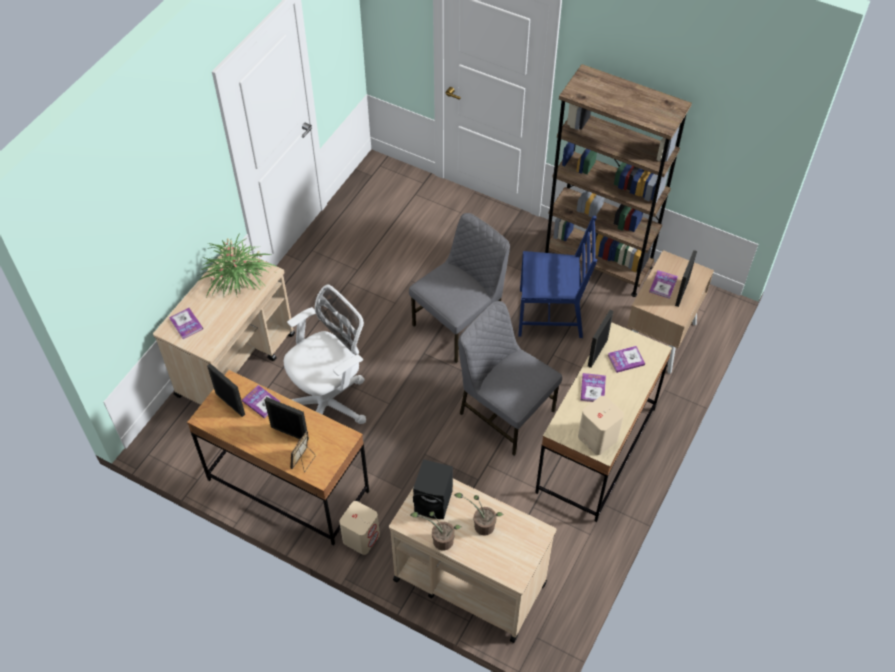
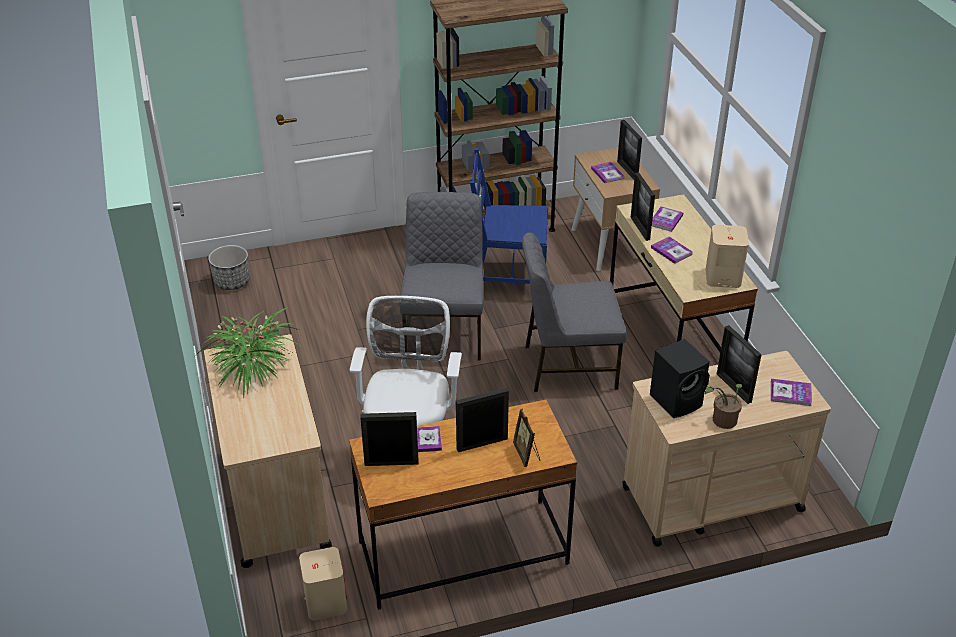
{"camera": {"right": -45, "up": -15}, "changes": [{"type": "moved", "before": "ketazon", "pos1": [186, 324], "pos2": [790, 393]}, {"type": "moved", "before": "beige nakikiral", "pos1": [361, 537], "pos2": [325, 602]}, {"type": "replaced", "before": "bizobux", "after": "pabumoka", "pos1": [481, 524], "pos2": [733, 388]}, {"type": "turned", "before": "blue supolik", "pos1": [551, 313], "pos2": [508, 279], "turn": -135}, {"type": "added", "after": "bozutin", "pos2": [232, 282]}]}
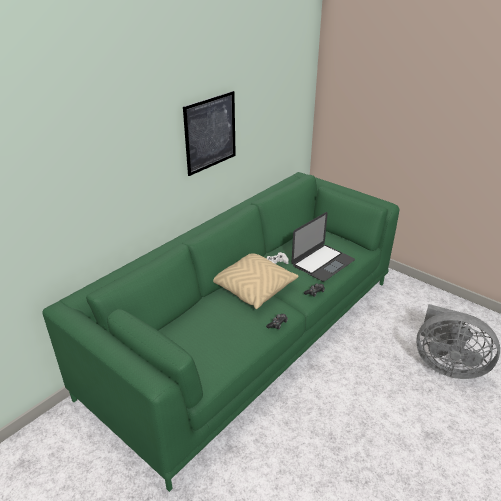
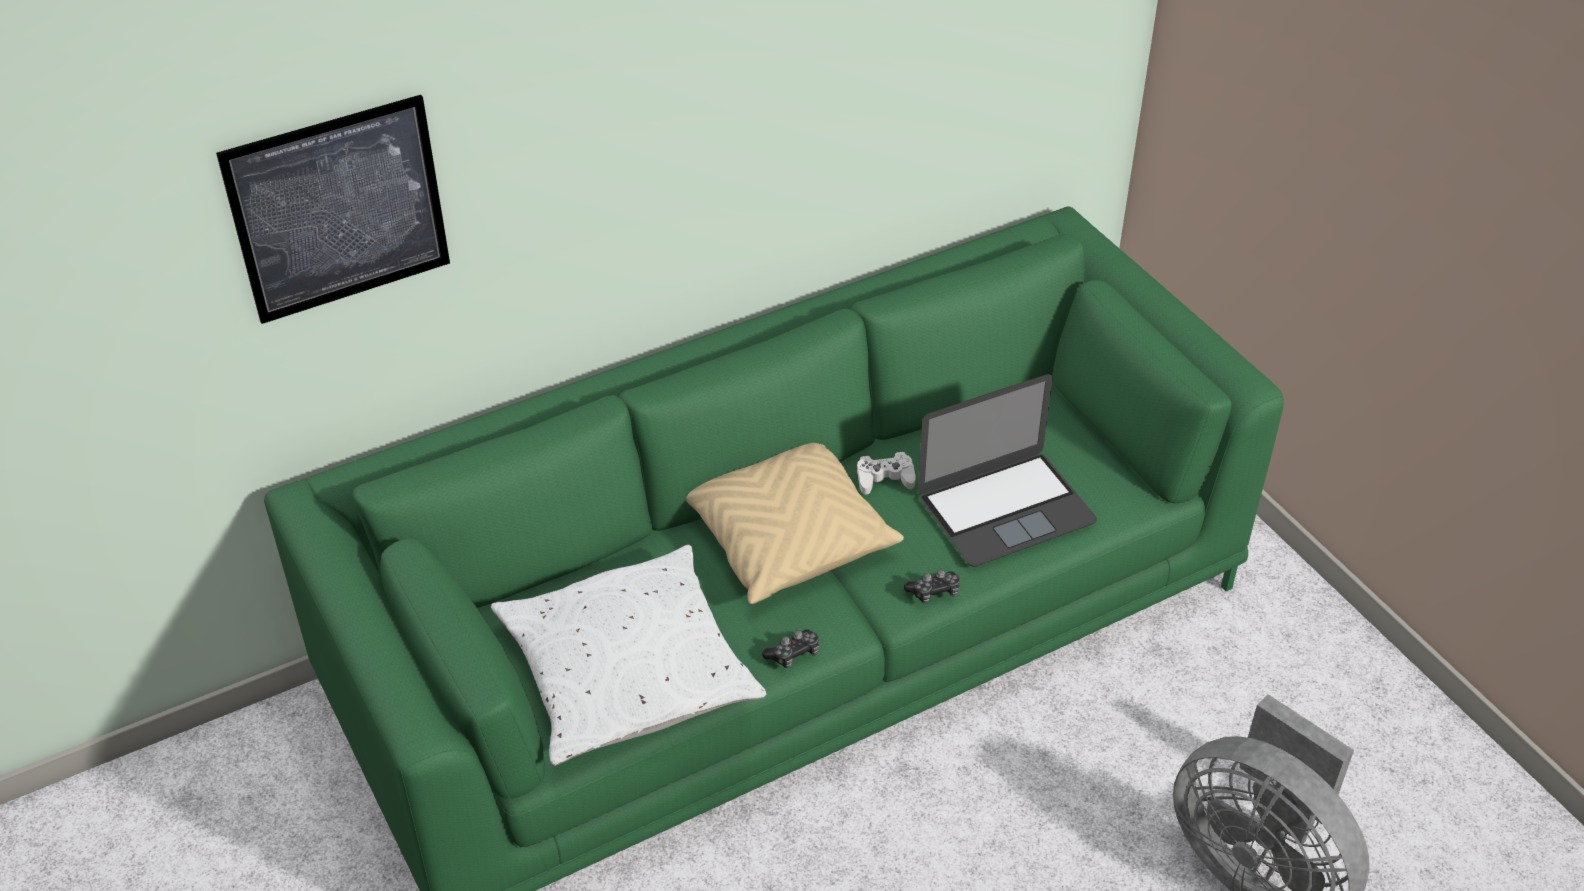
{"camera": {"right": 20, "up": 10}, "changes": [{"type": "moved", "before": "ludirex", "pos1": [210, 133], "pos2": [338, 209]}, {"type": "added", "after": "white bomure", "pos2": [627, 671]}]}
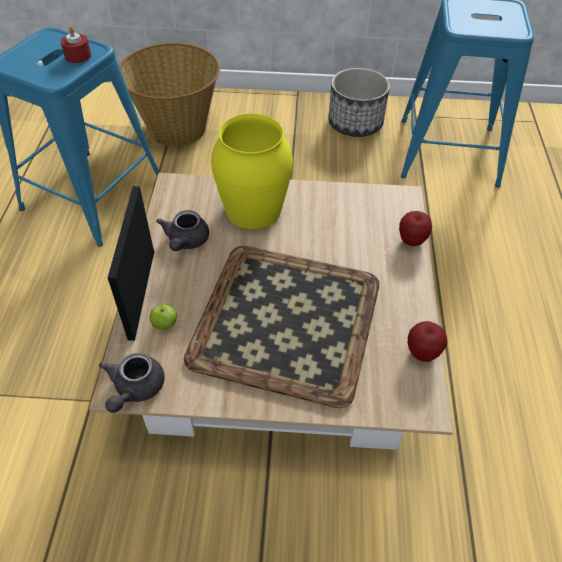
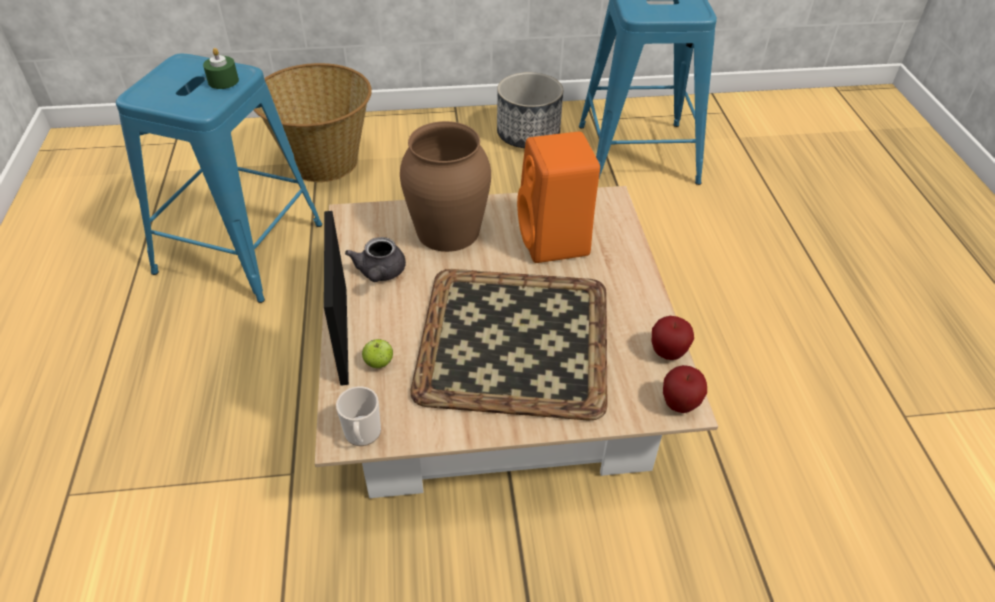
{"camera": {"right": -10, "up": -5}, "changes": [{"type": "recoloured", "before": "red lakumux", "after": "green lakumux", "pos1": [78, 56], "pos2": [223, 81]}, {"type": "replaced", "before": "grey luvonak", "after": "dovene", "pos1": [135, 389], "pos2": [362, 435]}, {"type": "recoloured", "before": "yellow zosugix", "after": "brown zosugix", "pos1": [254, 209], "pos2": [448, 230]}, {"type": "moved", "before": "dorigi", "pos1": [411, 241], "pos2": [679, 404]}, {"type": "added", "after": "orange nakikiral", "pos2": [555, 242]}]}
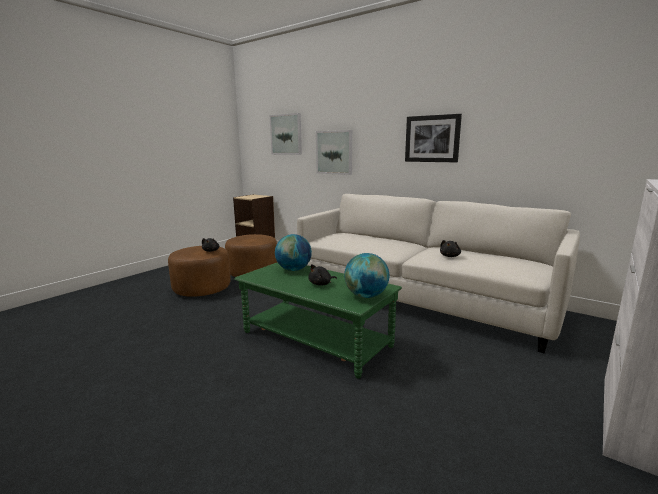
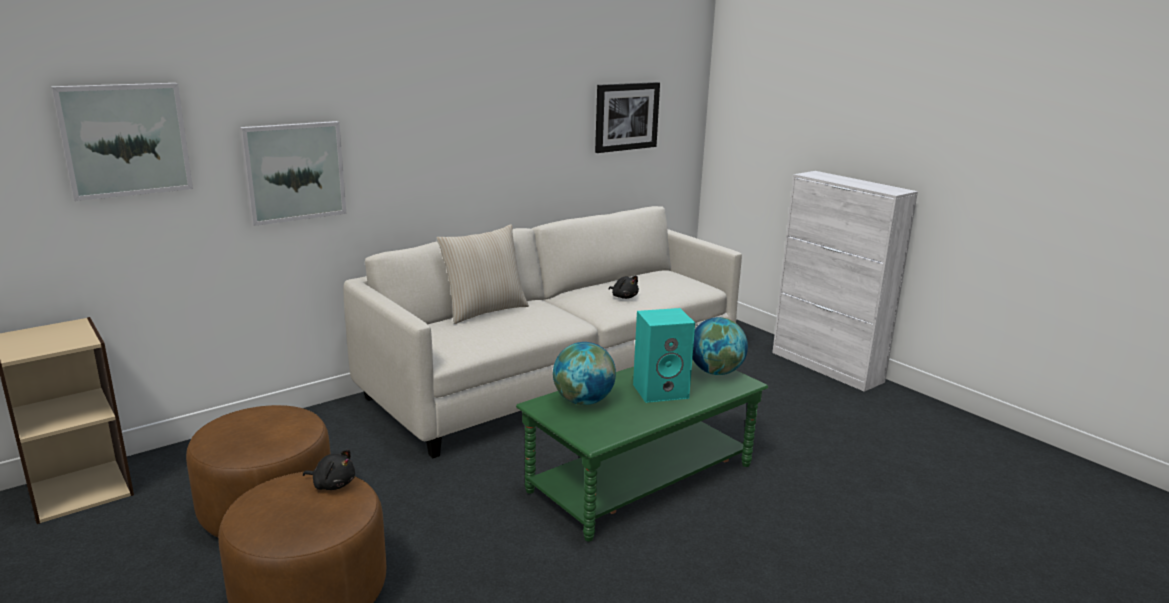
{"camera": {"right": -75, "up": 5}, "changes": [{"type": "replaced", "before": "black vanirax", "after": "turquoise nakikiral", "pos1": [321, 284], "pos2": [661, 391]}, {"type": "moved", "before": "ludirex", "pos1": [432, 139], "pos2": [626, 116]}, {"type": "added", "after": "beige bomure", "pos2": [484, 311]}]}
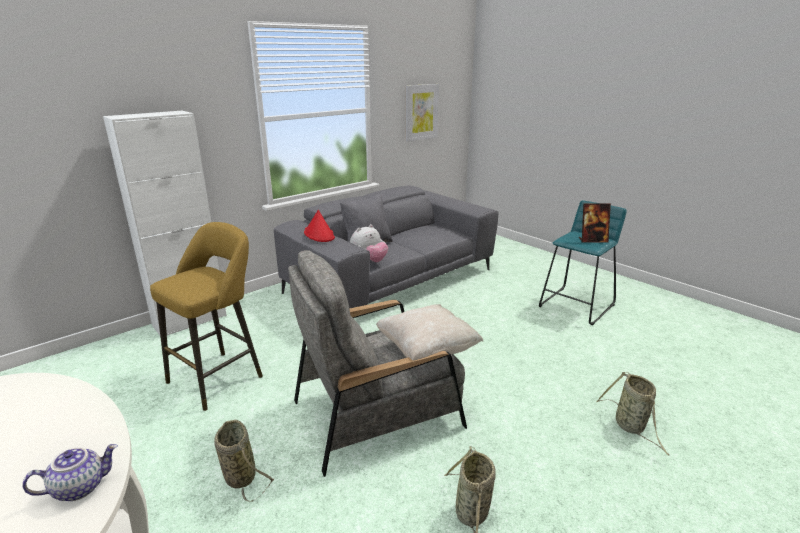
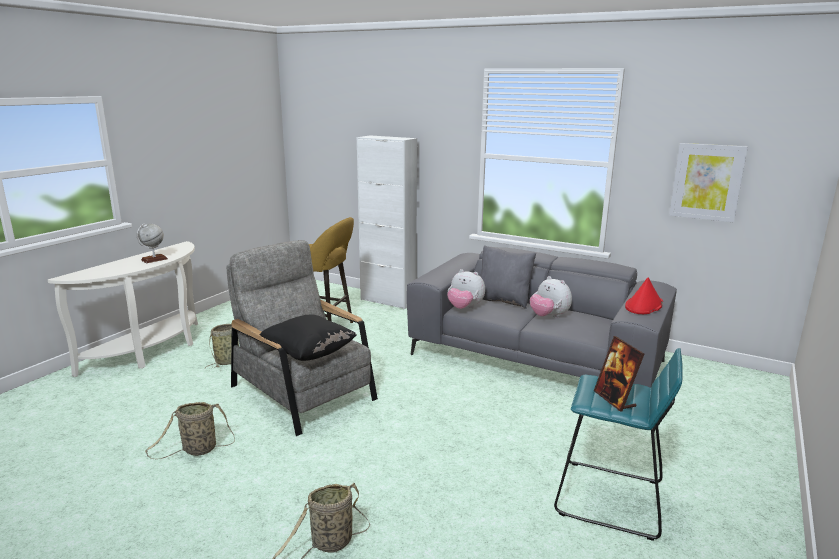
{"camera": {"right": 70, "up": -5}, "changes": [{"type": "removed", "before": "luvonak", "pos1": [80, 487]}, {"type": "moved", "before": "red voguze", "pos1": [319, 234], "pos2": [644, 306]}, {"type": "recoloured", "before": "beige bomure", "after": "black bomure", "pos1": [427, 350], "pos2": [309, 353]}, {"type": "added", "after": "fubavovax", "pos2": [154, 259]}, {"type": "added", "after": "vanirax", "pos2": [549, 316]}]}
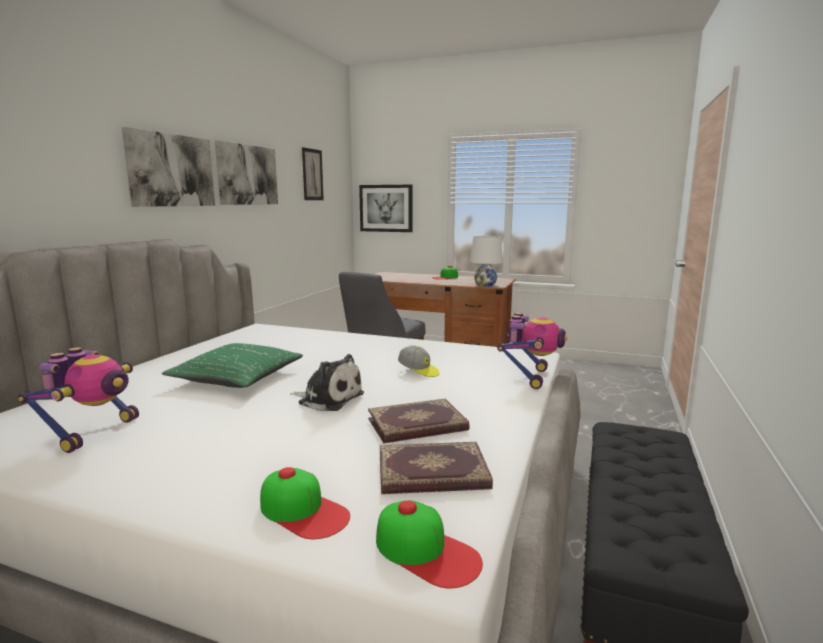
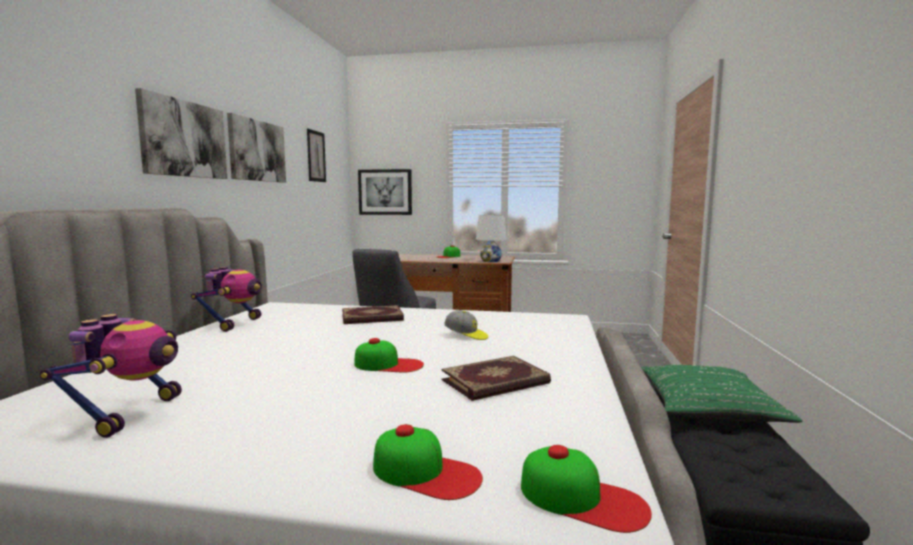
{"camera": {"right": -10, "up": -5}, "changes": [{"type": "moved", "before": "green bomure", "pos1": [238, 377], "pos2": [708, 407]}, {"type": "replaced", "before": "vanirax", "after": "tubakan", "pos1": [328, 399], "pos2": [389, 364]}, {"type": "moved", "before": "ketazon", "pos1": [432, 474], "pos2": [372, 318]}, {"type": "moved", "before": "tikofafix", "pos1": [529, 377], "pos2": [235, 324]}]}
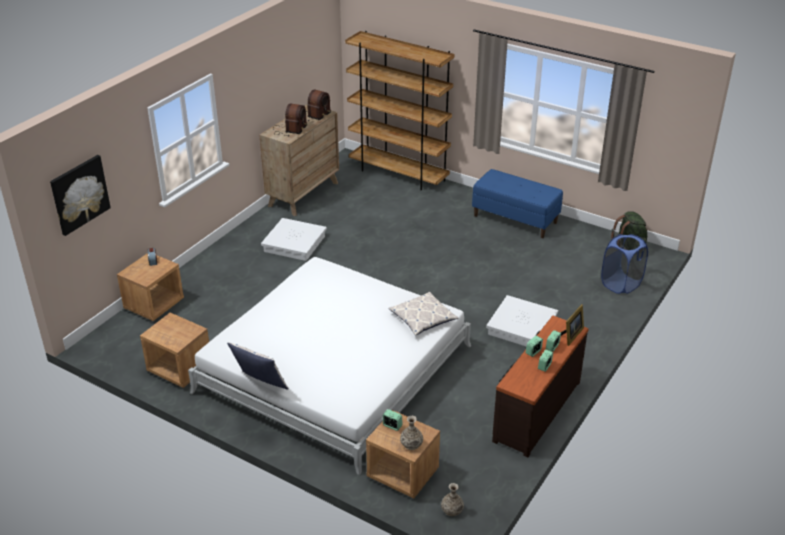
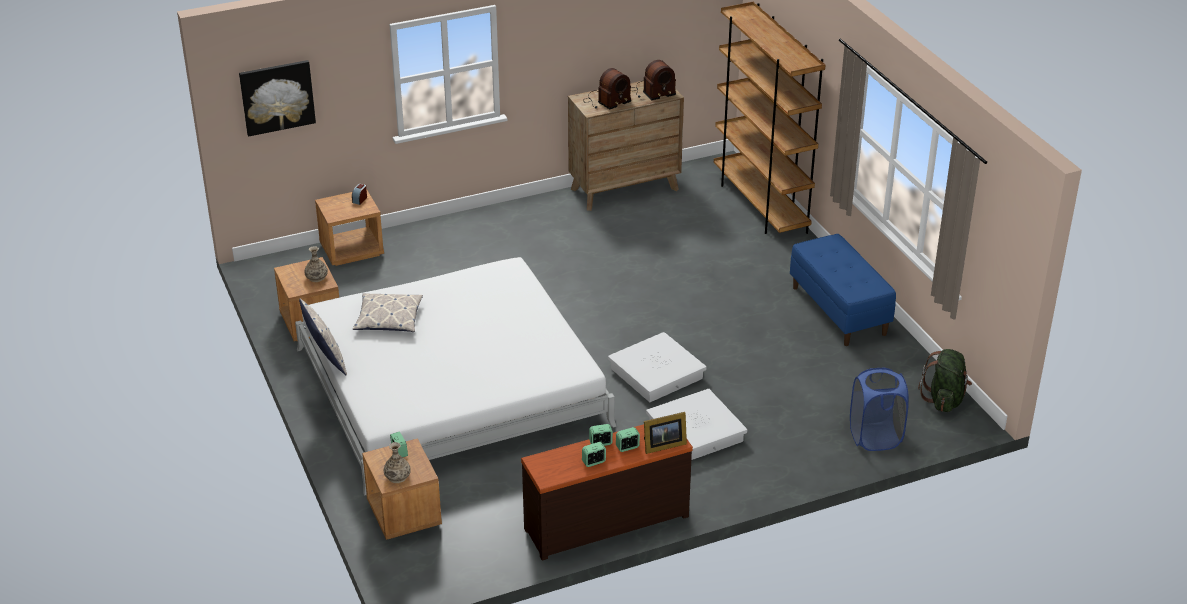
{"camera": {"right": 35, "up": 0}, "changes": [{"type": "moved", "before": "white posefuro", "pos1": [294, 244], "pos2": [656, 373]}, {"type": "moved", "before": "bomure", "pos1": [423, 318], "pos2": [388, 319]}, {"type": "moved", "before": "zosugix", "pos1": [452, 510], "pos2": [316, 277]}]}
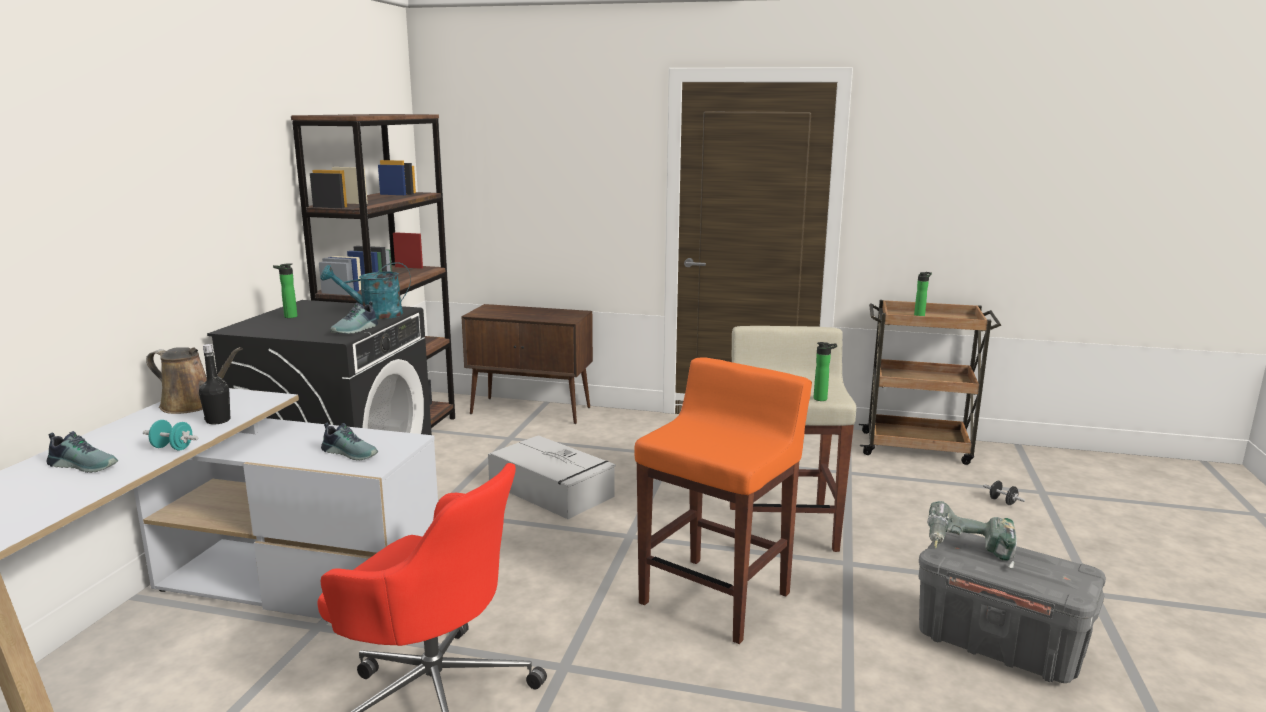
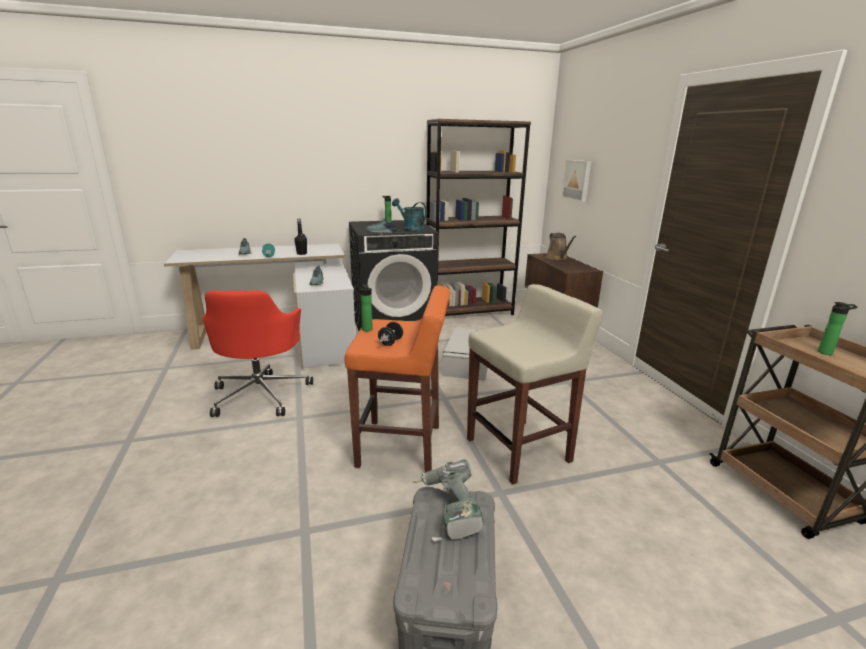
{"camera": {"right": 60, "up": 5}, "changes": [{"type": "moved", "before": "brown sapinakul", "pos1": [193, 405], "pos2": [557, 258]}, {"type": "moved", "before": "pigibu", "pos1": [822, 399], "pos2": [367, 330]}, {"type": "moved", "before": "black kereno", "pos1": [1002, 501], "pos2": [390, 342]}, {"type": "added", "after": "ludirex", "pos2": [577, 180]}]}
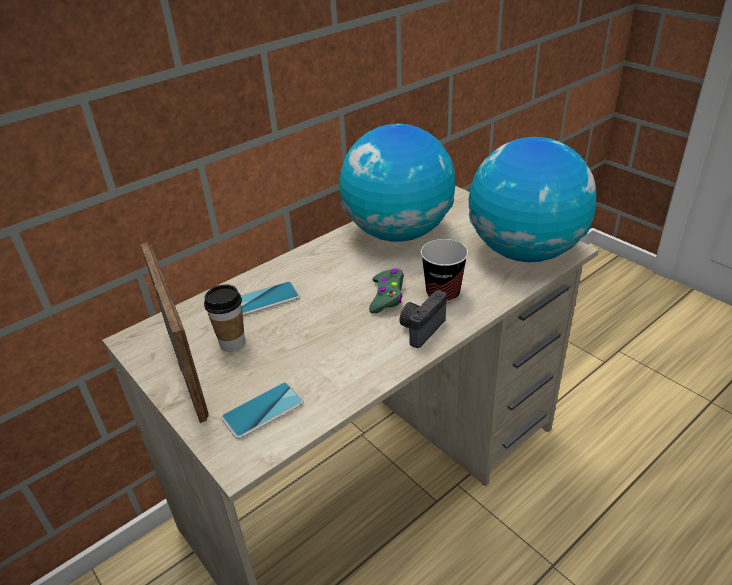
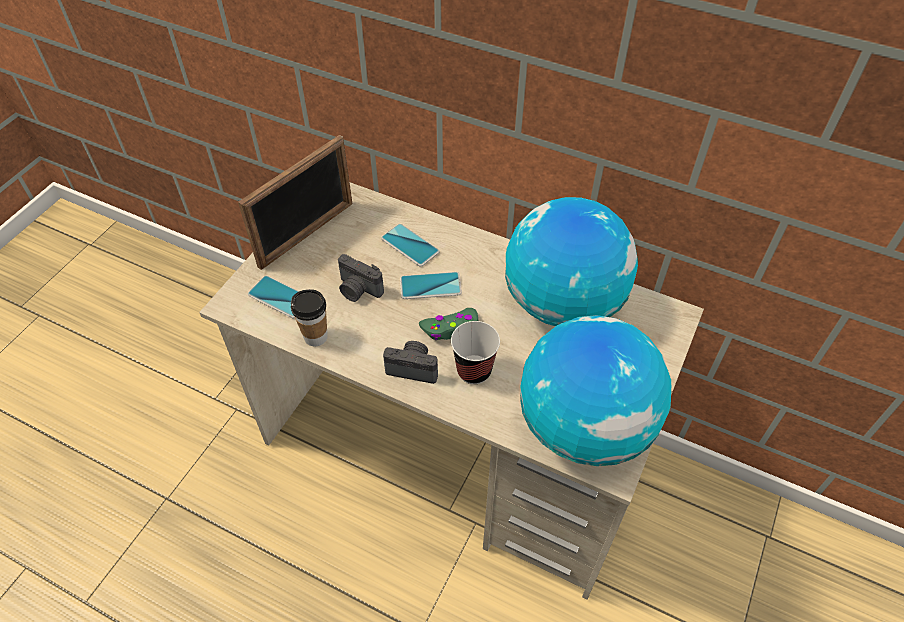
{"camera": {"right": 65, "up": 15}, "changes": [{"type": "moved", "before": "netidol", "pos1": [232, 343], "pos2": [316, 337]}, {"type": "added", "after": "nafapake", "pos2": [358, 290]}, {"type": "added", "after": "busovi", "pos2": [430, 286]}]}
